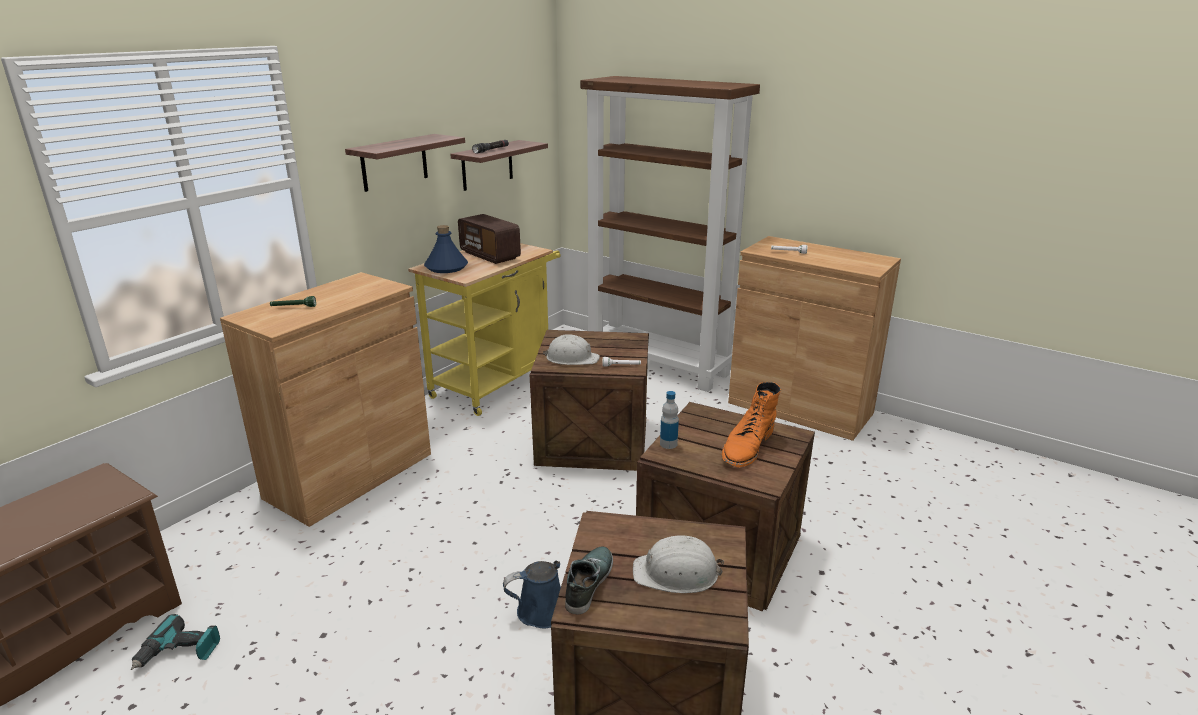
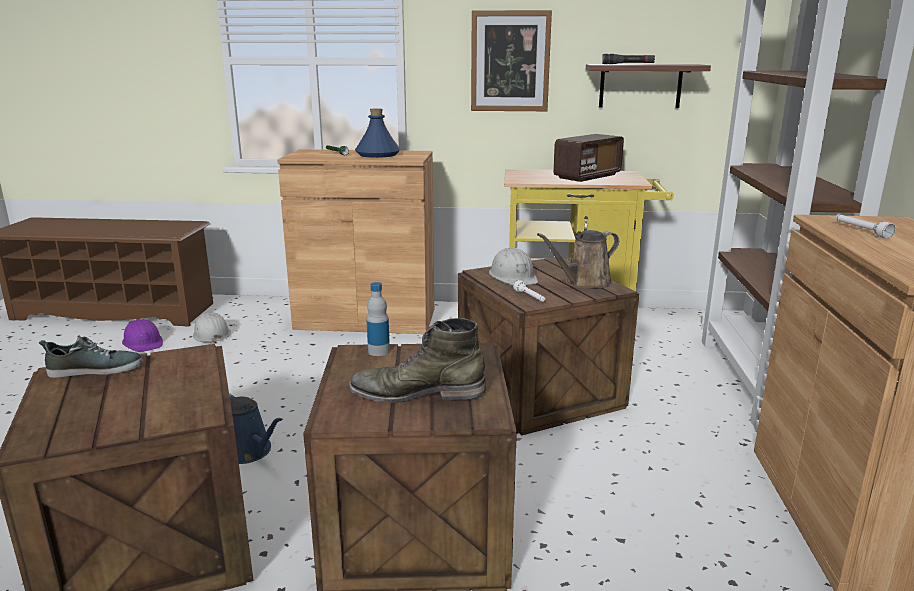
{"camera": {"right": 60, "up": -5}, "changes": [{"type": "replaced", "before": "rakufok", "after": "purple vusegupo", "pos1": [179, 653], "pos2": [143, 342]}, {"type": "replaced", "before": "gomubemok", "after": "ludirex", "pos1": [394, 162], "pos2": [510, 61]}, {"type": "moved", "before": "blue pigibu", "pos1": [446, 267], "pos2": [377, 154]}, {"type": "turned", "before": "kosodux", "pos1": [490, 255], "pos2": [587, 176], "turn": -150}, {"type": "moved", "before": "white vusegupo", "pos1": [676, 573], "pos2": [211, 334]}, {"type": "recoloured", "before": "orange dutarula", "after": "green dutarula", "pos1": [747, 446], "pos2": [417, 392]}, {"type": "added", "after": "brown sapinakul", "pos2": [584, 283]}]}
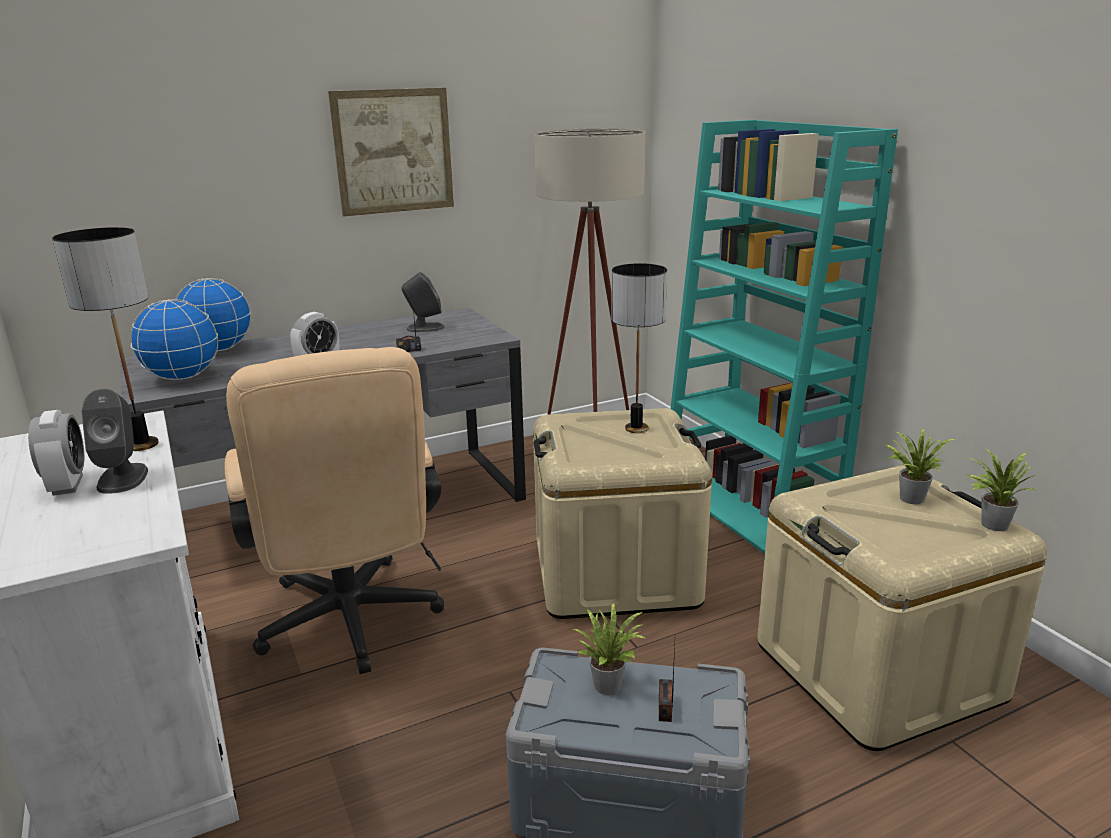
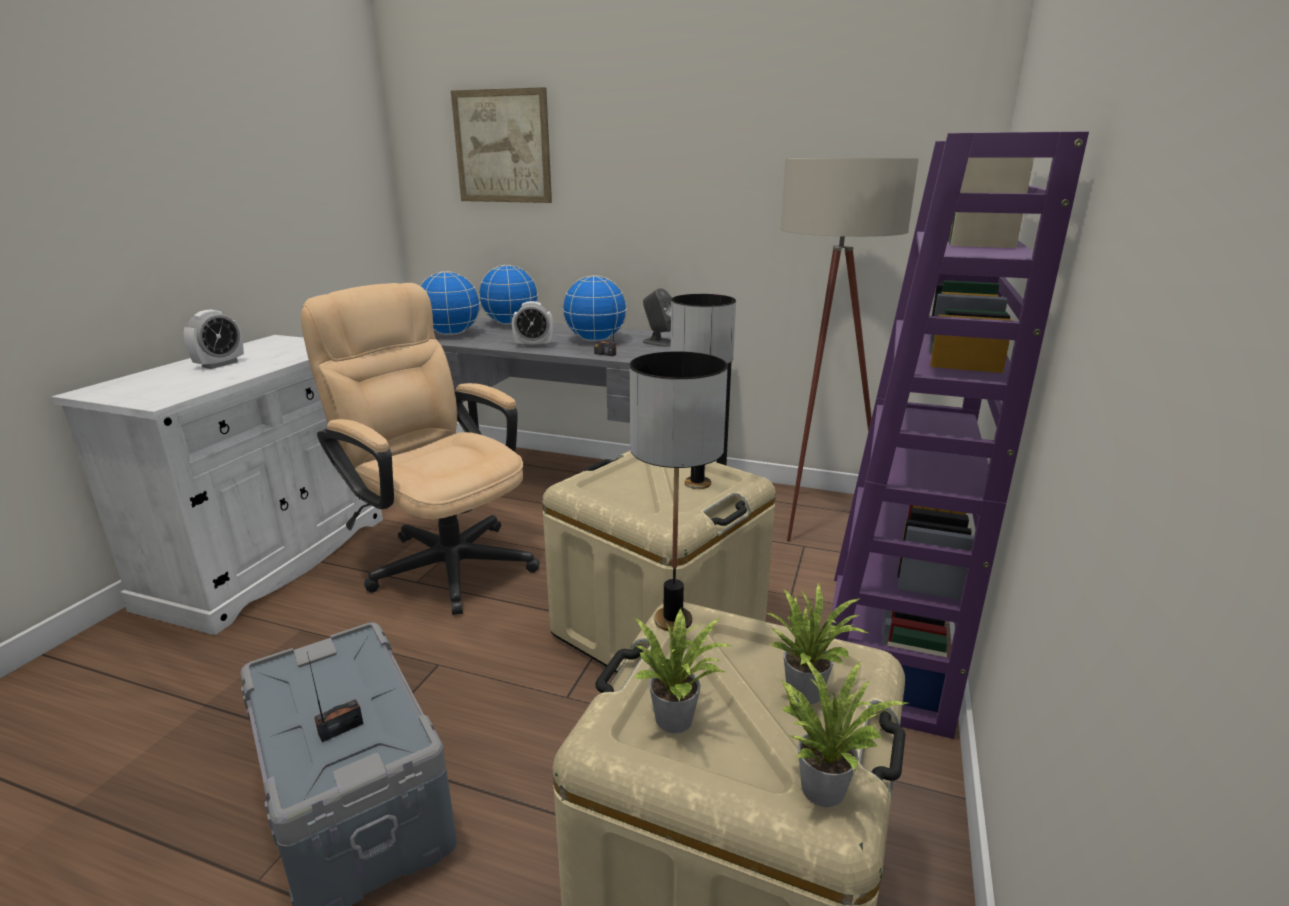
{"camera": {"right": 45, "up": 0}, "changes": [{"type": "moved", "before": "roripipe", "pos1": [143, 444], "pos2": [674, 620]}, {"type": "removed", "before": "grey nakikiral", "pos1": [123, 478]}, {"type": "turned", "before": "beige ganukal", "pos1": [351, 626], "pos2": [442, 560], "turn": 105}, {"type": "moved", "before": "ludirex", "pos1": [393, 151], "pos2": [502, 147]}, {"type": "moved", "before": "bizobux", "pos1": [609, 683], "pos2": [679, 718]}, {"type": "recoloured", "before": "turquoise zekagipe", "after": "purple zekagipe", "pos1": [750, 509], "pos2": [887, 647]}, {"type": "added", "after": "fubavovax", "pos2": [595, 340]}]}
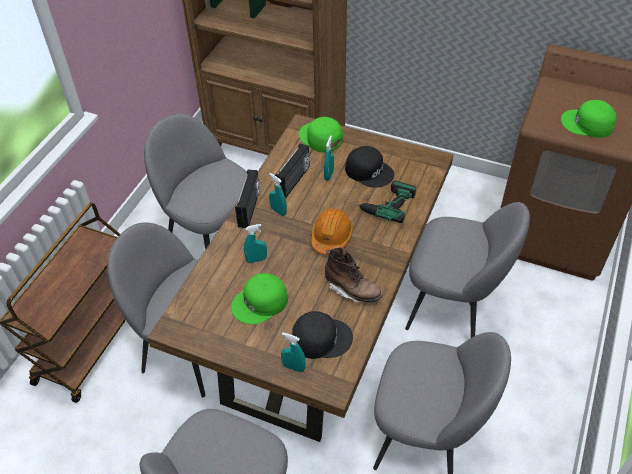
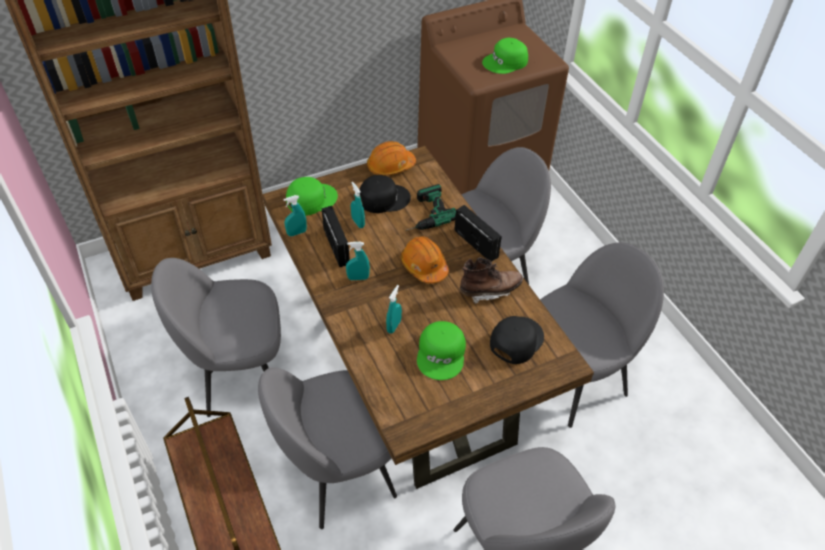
{"camera": {"right": -50, "up": 0}, "changes": [{"type": "moved", "before": "kosodux", "pos1": [250, 208], "pos2": [476, 243]}, {"type": "moved", "before": "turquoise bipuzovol", "pos1": [293, 367], "pos2": [297, 233]}, {"type": "turned", "before": "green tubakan", "pos1": [320, 138], "pos2": [311, 199], "turn": 150}, {"type": "added", "after": "orange vusegupo", "pos2": [390, 166]}]}
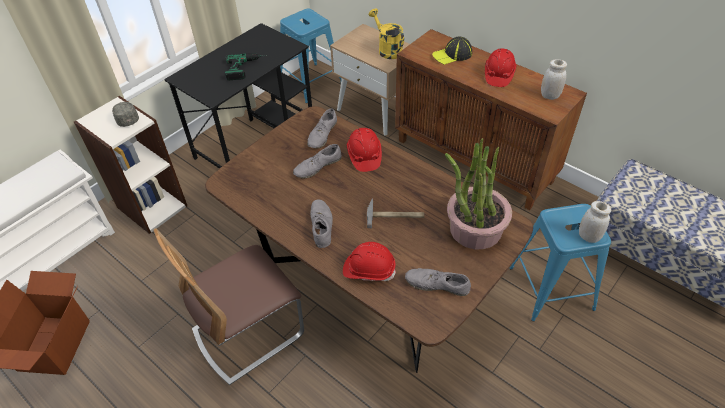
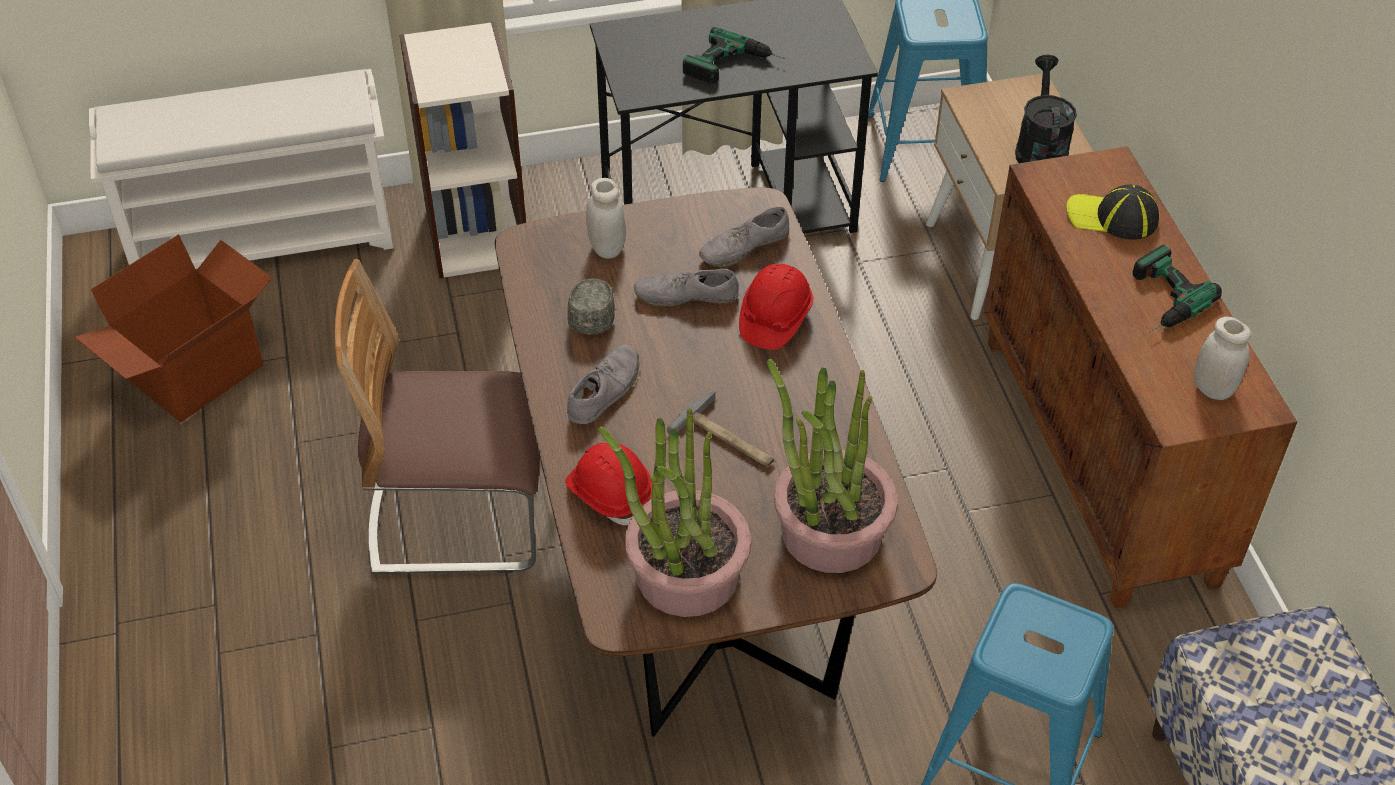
{"camera": {"right": 35, "up": 0}, "changes": [{"type": "moved", "before": "grey tubakan", "pos1": [126, 118], "pos2": [593, 313]}, {"type": "recoloured", "before": "yellow sapinakul", "after": "black sapinakul", "pos1": [387, 49], "pos2": [1040, 148]}, {"type": "replaced", "before": "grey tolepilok", "after": "bizobux", "pos1": [437, 284], "pos2": [686, 574]}, {"type": "replaced", "before": "red vusegupo", "after": "rakufok", "pos1": [498, 75], "pos2": [1158, 300]}, {"type": "moved", "before": "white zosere", "pos1": [588, 236], "pos2": [607, 248]}]}
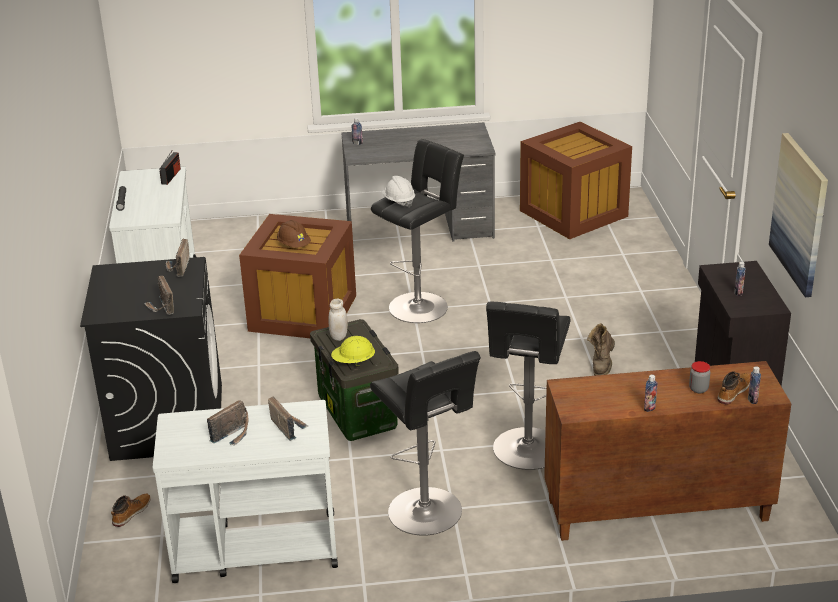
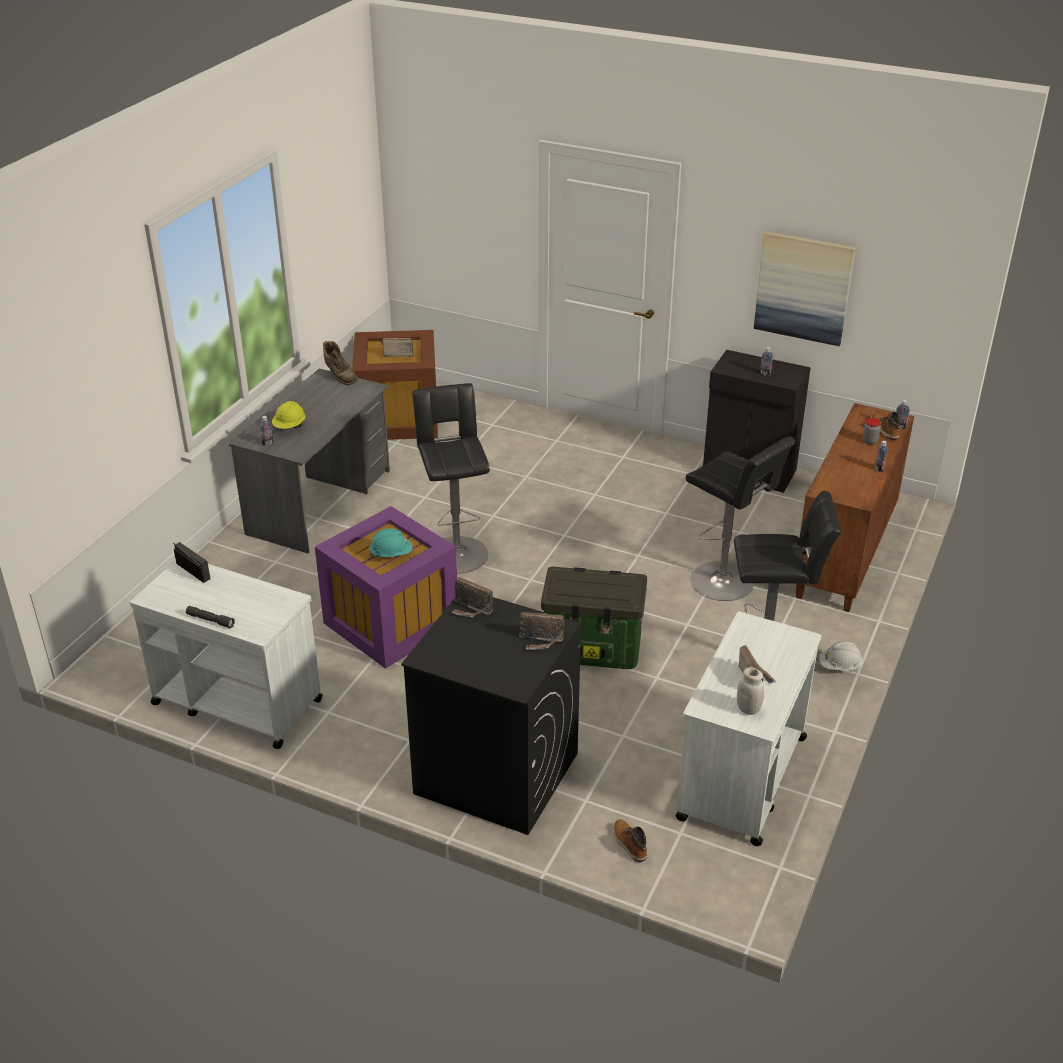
{"camera": {"right": -60, "up": 5}, "changes": [{"type": "recoloured", "before": "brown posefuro", "after": "purple posefuro", "pos1": [302, 312], "pos2": [389, 623]}, {"type": "moved", "before": "kosodux", "pos1": [288, 426], "pos2": [397, 354]}, {"type": "recoloured", "before": "brown vusegupo", "after": "turquoise vusegupo", "pos1": [294, 245], "pos2": [391, 554]}, {"type": "moved", "before": "white zosere", "pos1": [339, 336], "pos2": [748, 709]}, {"type": "moved", "before": "yellow vusegupo", "pos1": [353, 363], "pos2": [290, 427]}, {"type": "moved", "before": "white vusegupo", "pos1": [398, 201], "pos2": [839, 666]}, {"type": "moved", "before": "brown dutarula", "pos1": [601, 365], "pos2": [339, 377]}]}
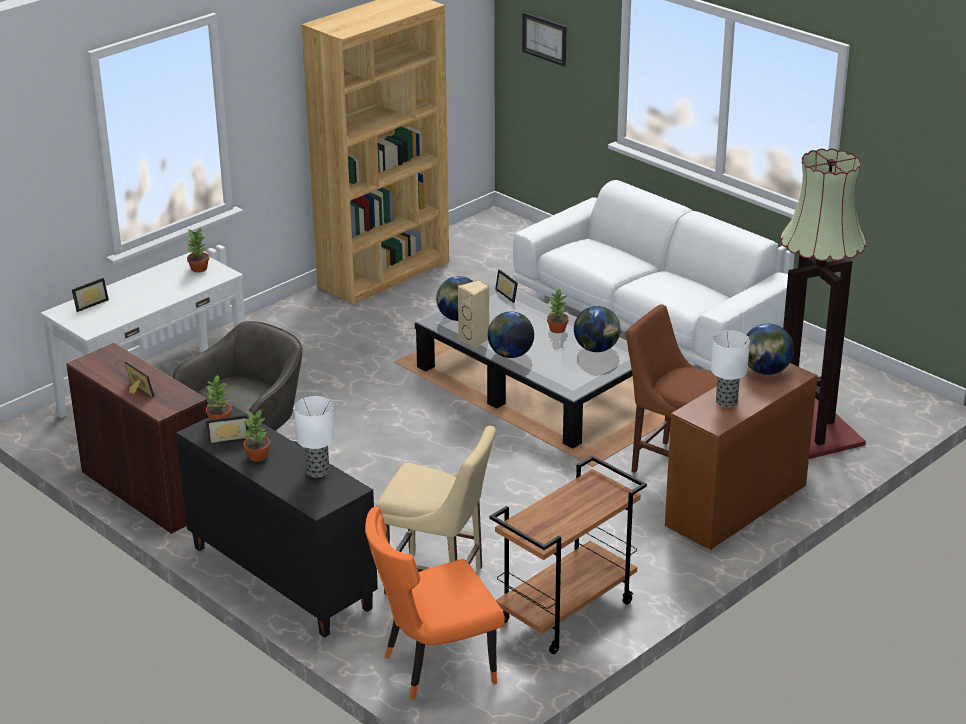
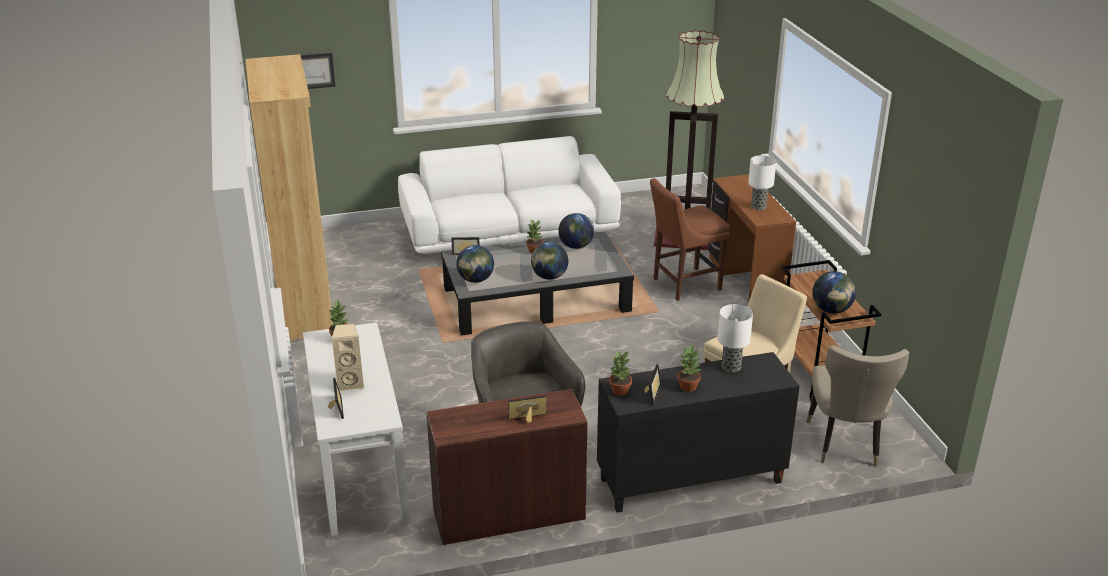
{"camera": {"right": -60, "up": 0}, "changes": [{"type": "recoloured", "before": "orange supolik", "after": "beige supolik", "pos1": [434, 667], "pos2": [845, 445]}, {"type": "moved", "before": "beige nakikiral", "pos1": [475, 340], "pos2": [351, 383]}, {"type": "moved", "before": "fubavovax", "pos1": [765, 371], "pos2": [831, 310]}]}
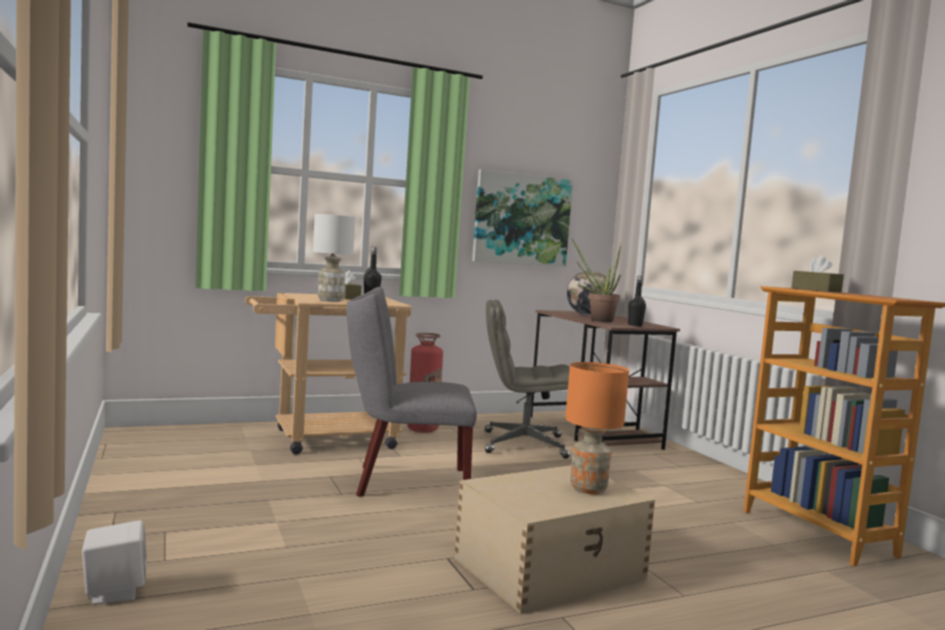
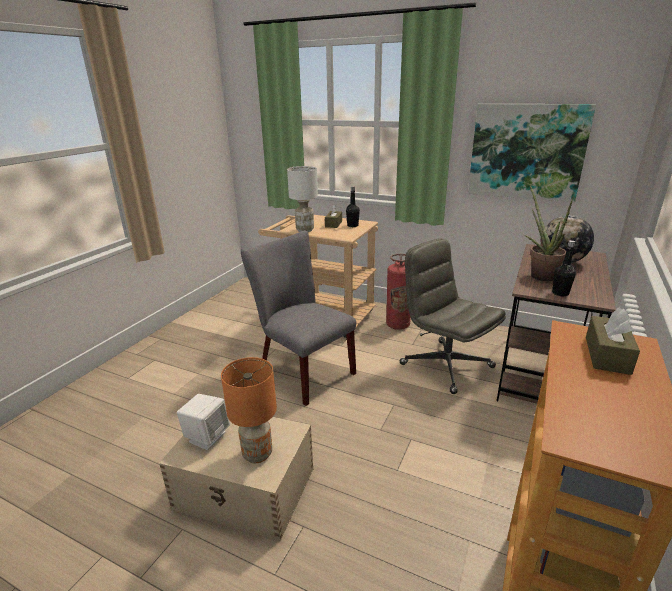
{"camera": {"right": 50, "up": 20}, "changes": [{"type": "moved", "before": "white nakikiral", "pos1": [114, 592], "pos2": [207, 437]}]}
